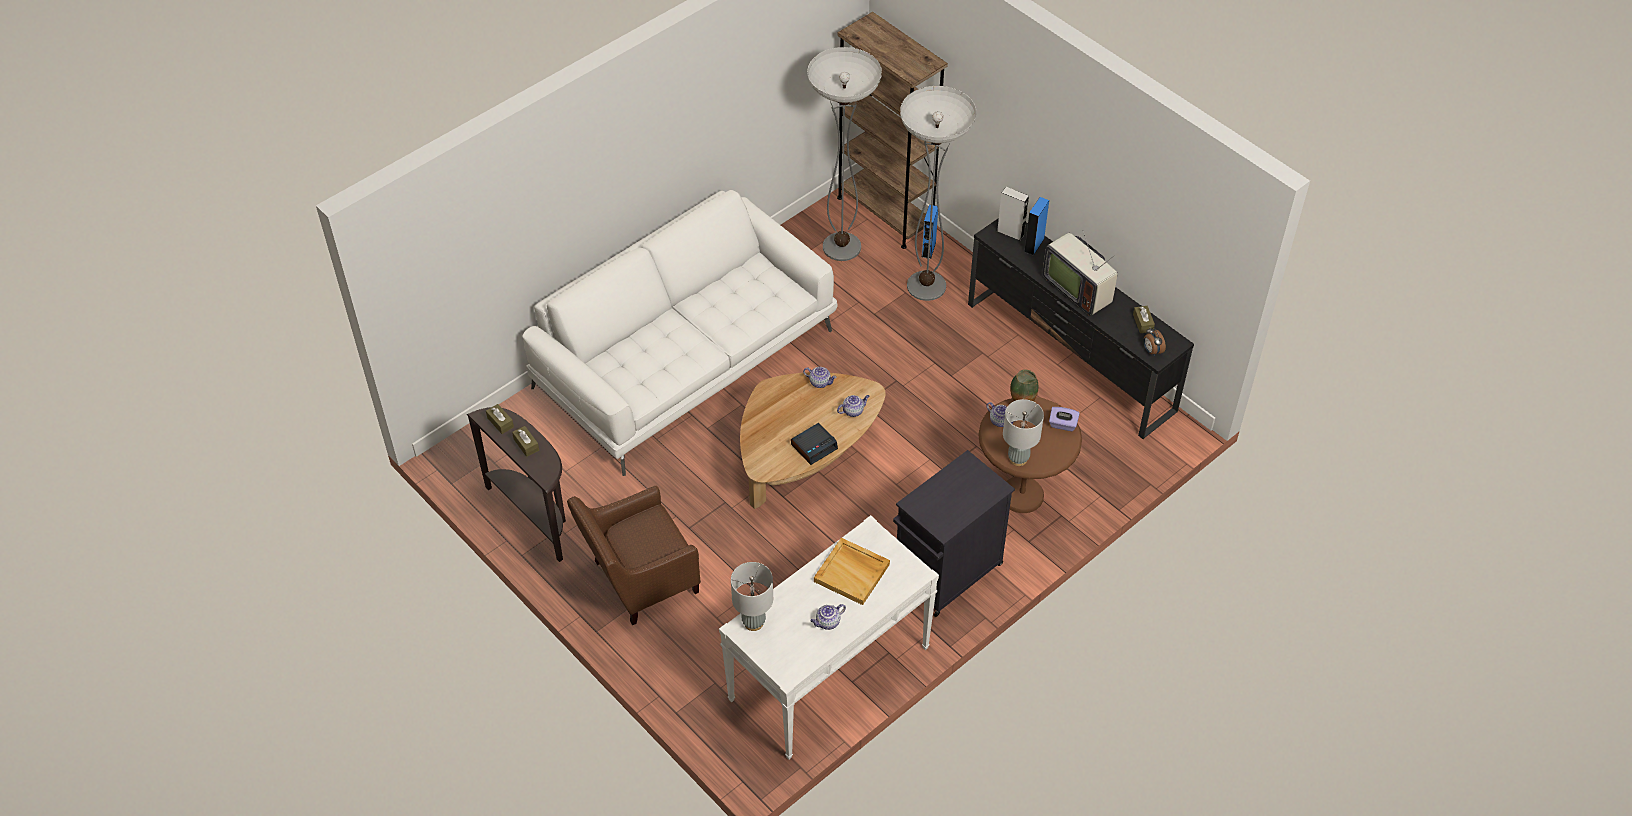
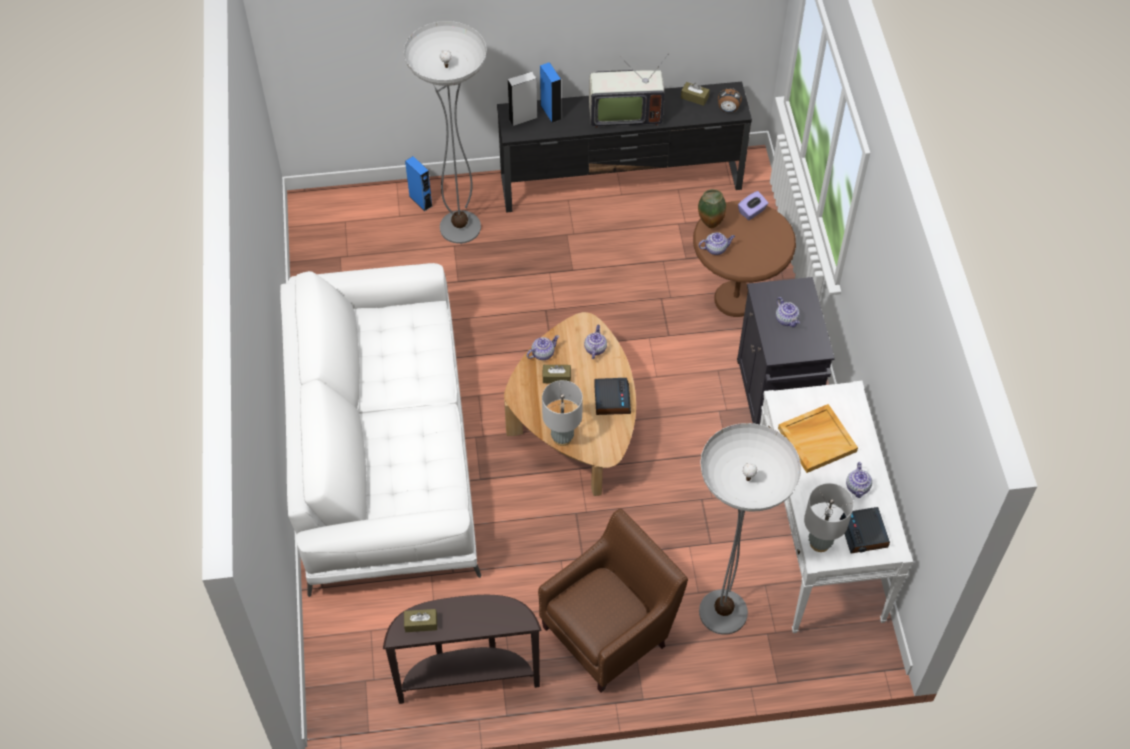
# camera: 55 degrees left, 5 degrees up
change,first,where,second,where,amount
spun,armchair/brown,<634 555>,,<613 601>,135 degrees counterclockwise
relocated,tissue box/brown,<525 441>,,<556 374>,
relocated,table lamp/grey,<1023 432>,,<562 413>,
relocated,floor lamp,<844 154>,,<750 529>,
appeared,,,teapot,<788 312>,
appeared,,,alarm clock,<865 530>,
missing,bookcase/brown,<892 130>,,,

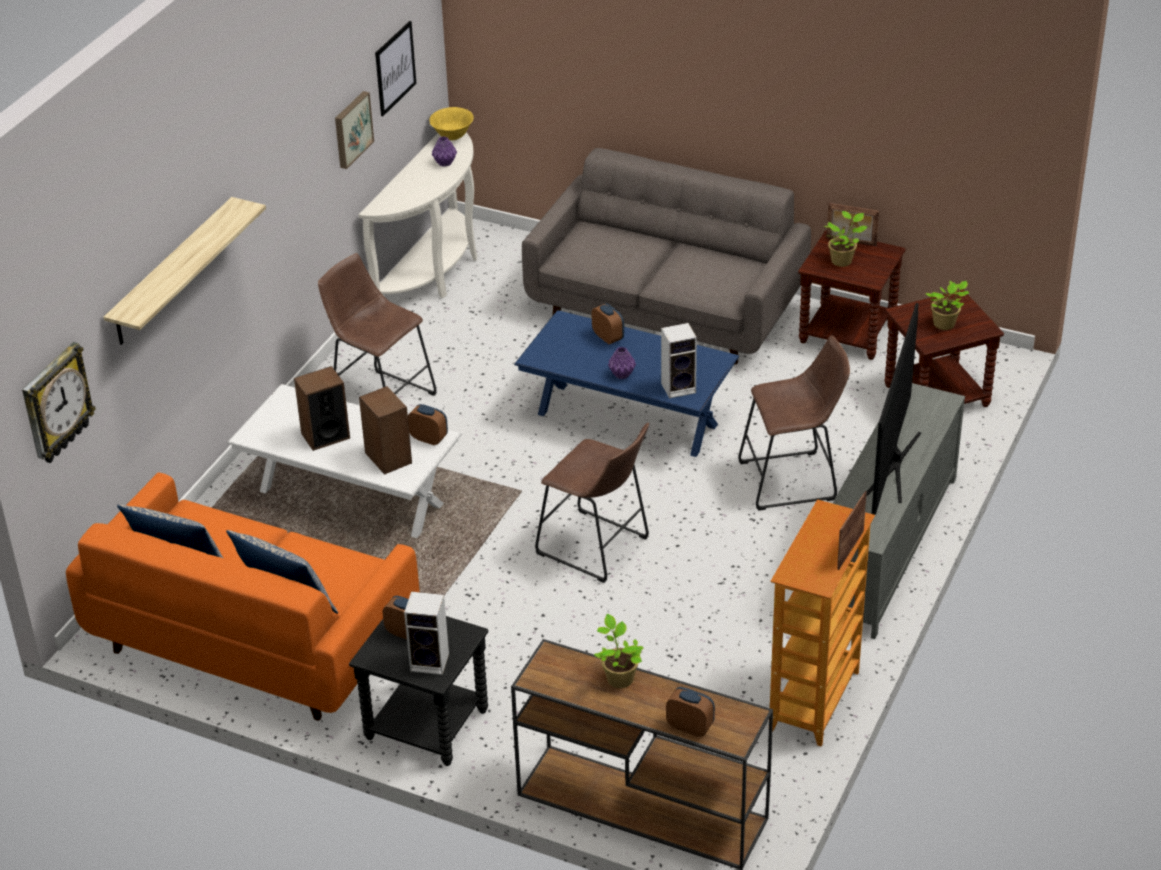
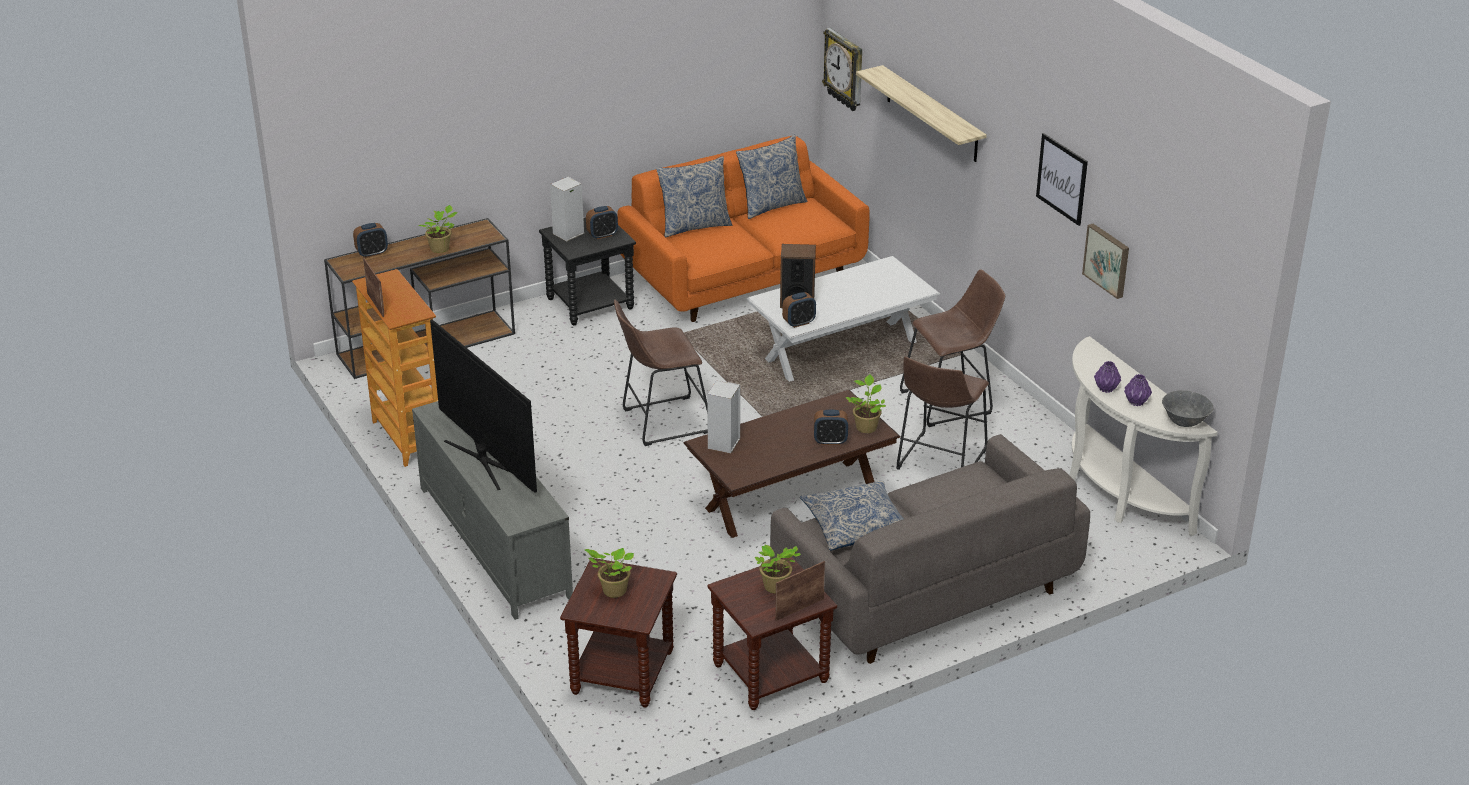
# camera: 125 degrees right, 5 degrees down
change,first,where,second,where,amount
colour,coffee table/blue,<626 383>,coffee table/brown,<792 464>,
appeared,,,pillow,<852 516>,
appeared,,,potted plant,<866 403>,
relocated,stool/brown,<794 423>,,<942 413>,
relocated,picture,<395 68>,,<1062 179>,
relocated,vase/purple,<622 363>,,<1107 377>,
colour,bowl/yellow,<451 123>,bowl/grey,<1188 408>,
missing,speaker,<322 408>,,,

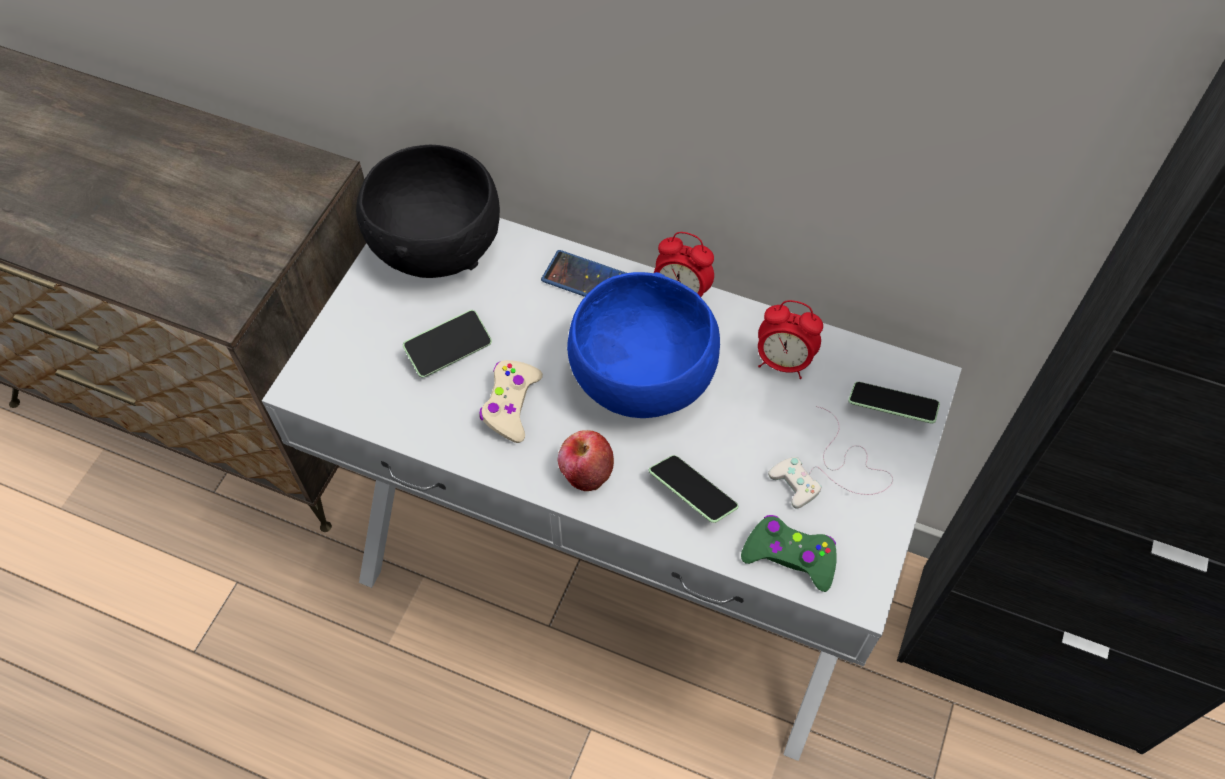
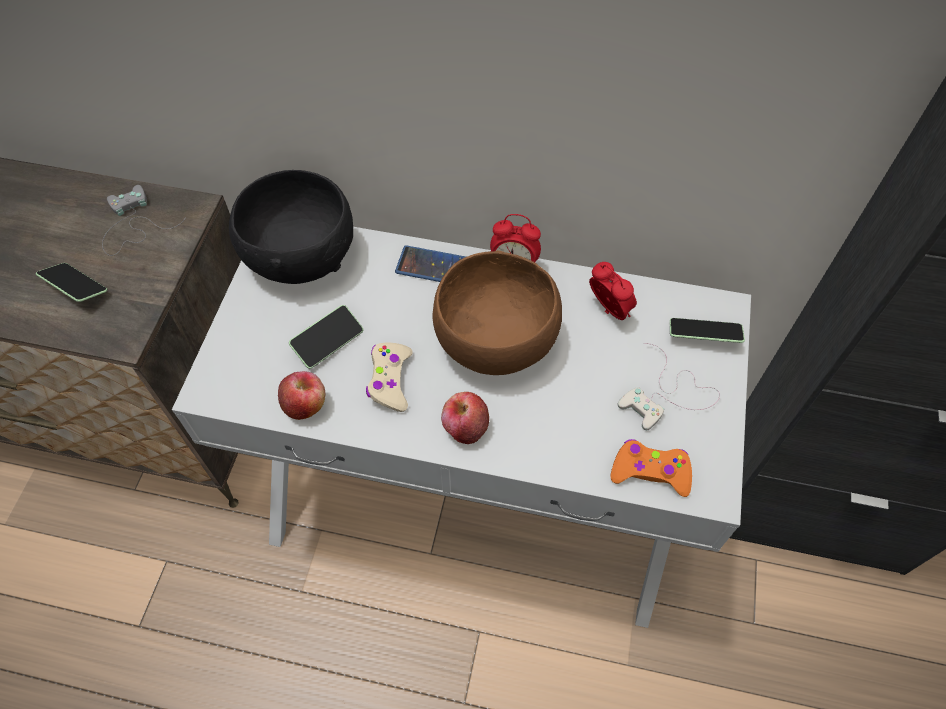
# camera: 10 degrees left, 0 degrees up
change,first,where,second,where,amount
relocated,phone,<694 489>,,<71 282>,
appeared,,,game controller/grey,<144 220>,
appeared,,,apple,<301 395>,
colour,bowl/blue,<643 345>,bowl/brown,<497 312>,
spun,alarm clock,<790 339>,,<613 291>,135 degrees counterclockwise
colour,game controller/green,<789 553>,game controller/orange,<651 468>,

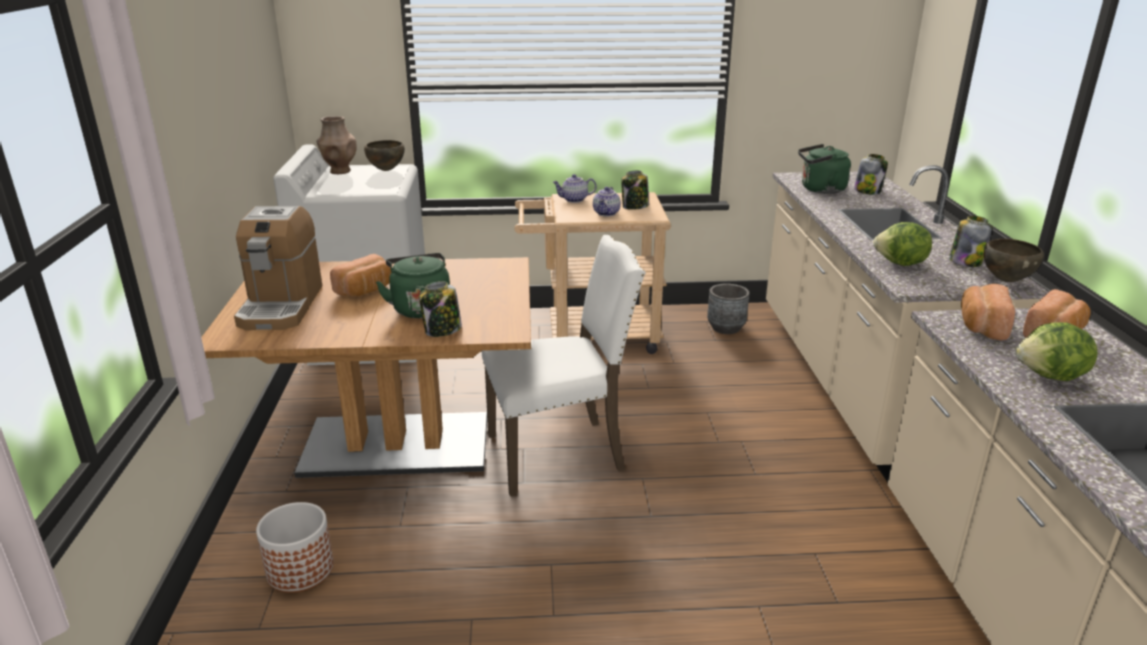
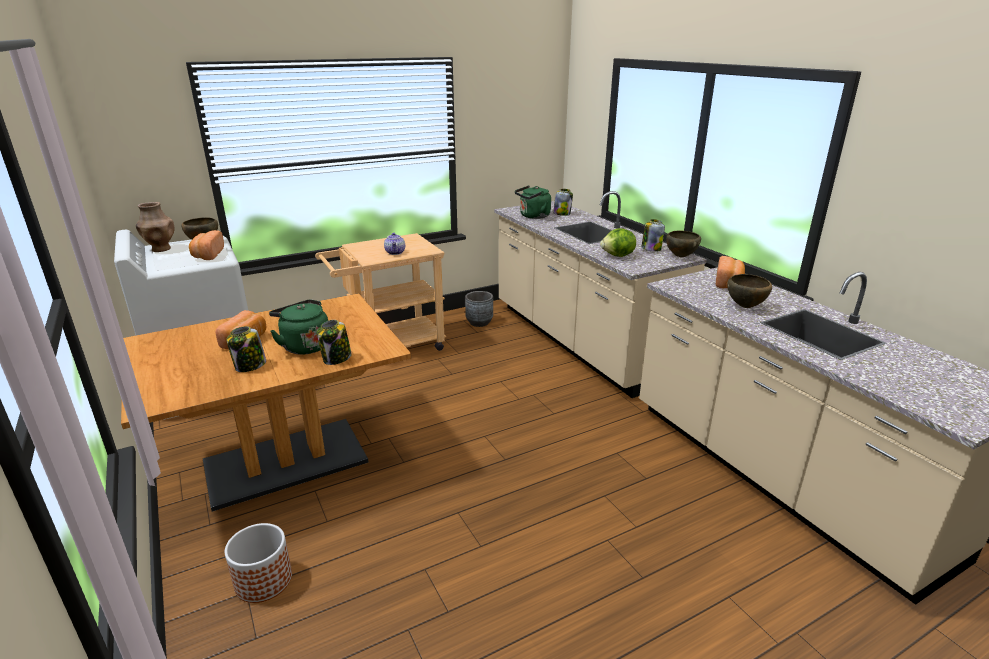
# camera: 25 degrees left, 0 degrees up
change,first,where,second,where,amount
relocated,bread,<988 312>,,<206 245>,
relocated,jar,<635 190>,,<246 349>,
exchanged,lettuce,<1056 351>,bowl/brown,<749 291>,
missing,coffee machine,<278 268>,,,
missing,chair/white,<564 366>,,,
missing,teapot,<574 188>,,,

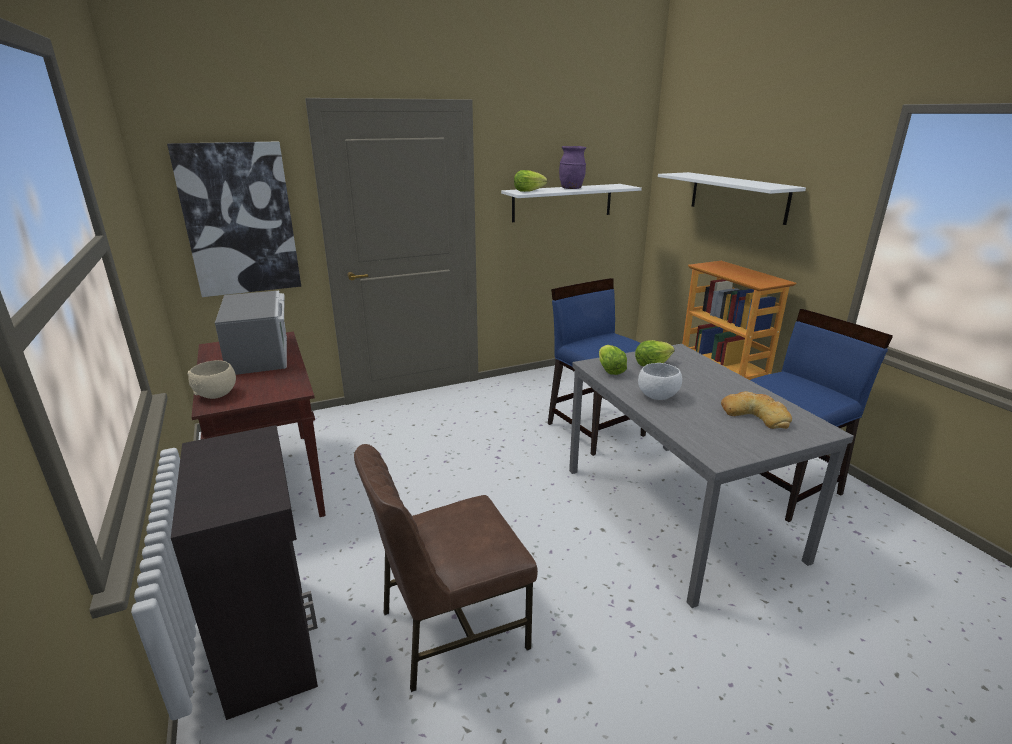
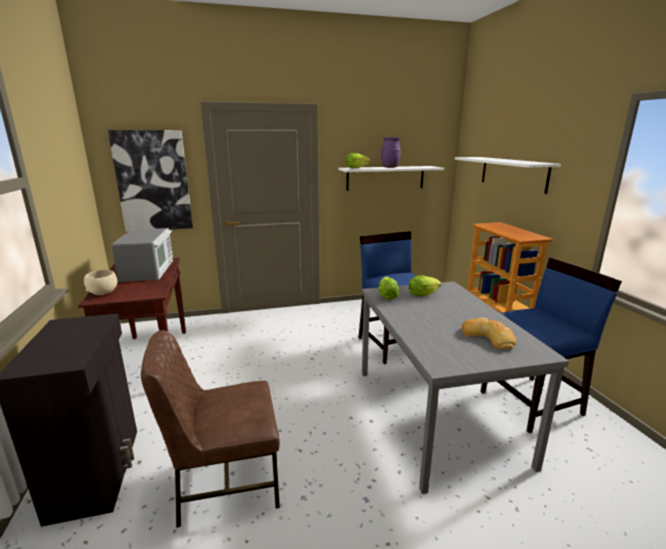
# camera: 10 degrees right, 5 degrees down
change,first,where,second,where,amount
missing,bowl/white,<660 381>,,,

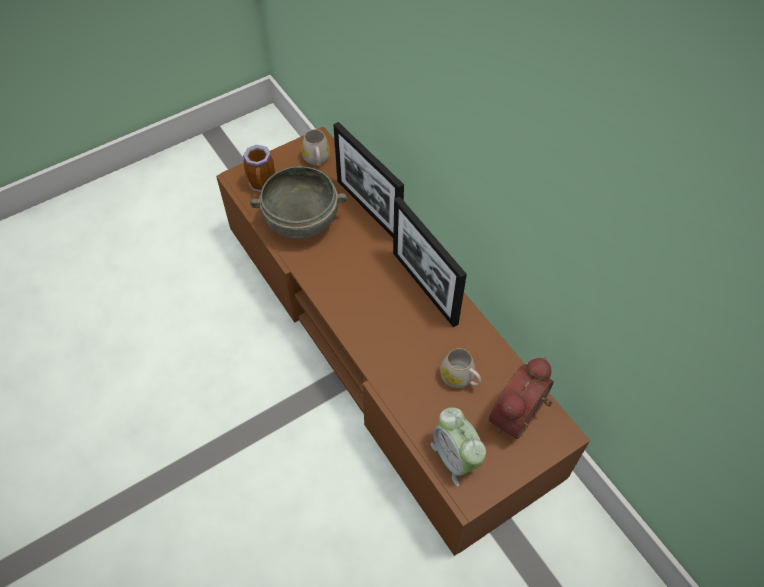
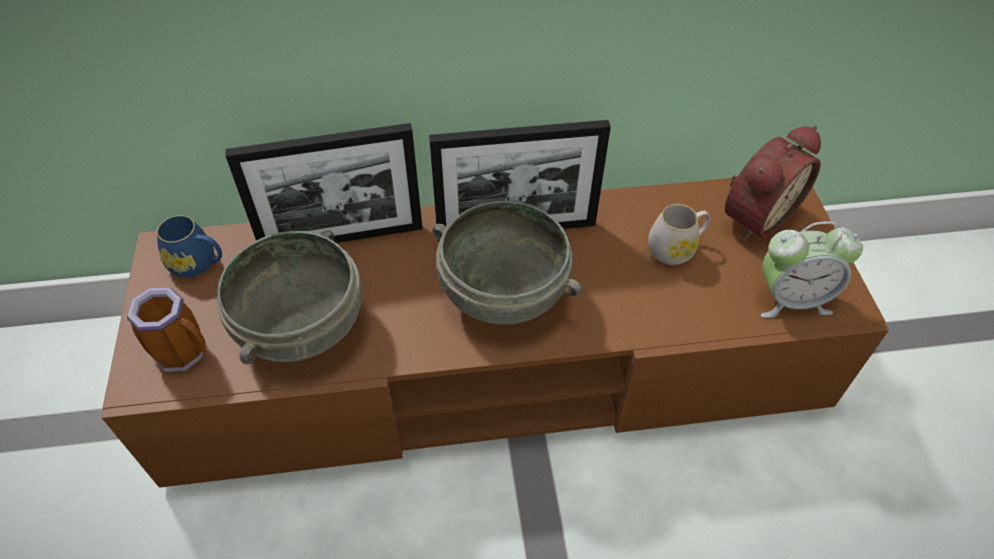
# camera: 65 degrees left, 5 degrees down
change,first,where,second,where,amount
colour,mug/white,<316 147>,mug/blue,<189 246>,
appeared,,,bowl/grey,<507 263>,
spun,alarm clock,<521 398>,,<773 183>,105 degrees counterclockwise

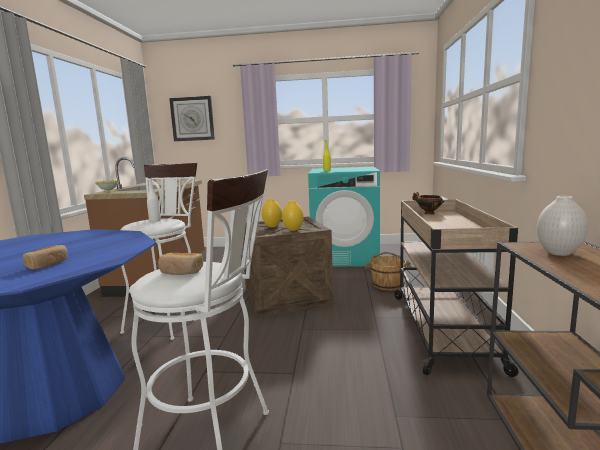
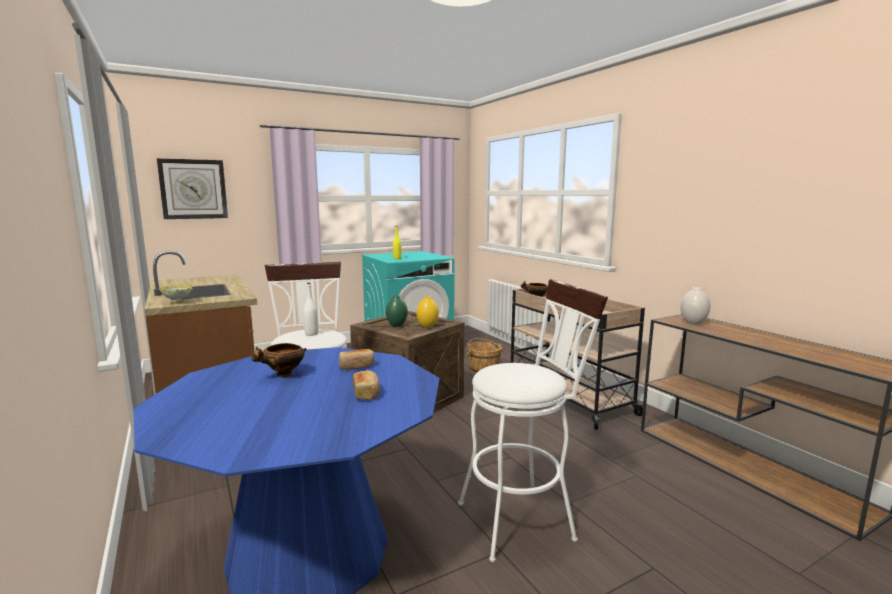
# camera: 35 degrees left, 0 degrees up
change,first,where,second,where,amount
appeared,,,bowl,<279 360>,
relocated,bread,<180 264>,,<356 359>,
colour,vase/yellow,<272 212>,vase/green,<396 311>,

